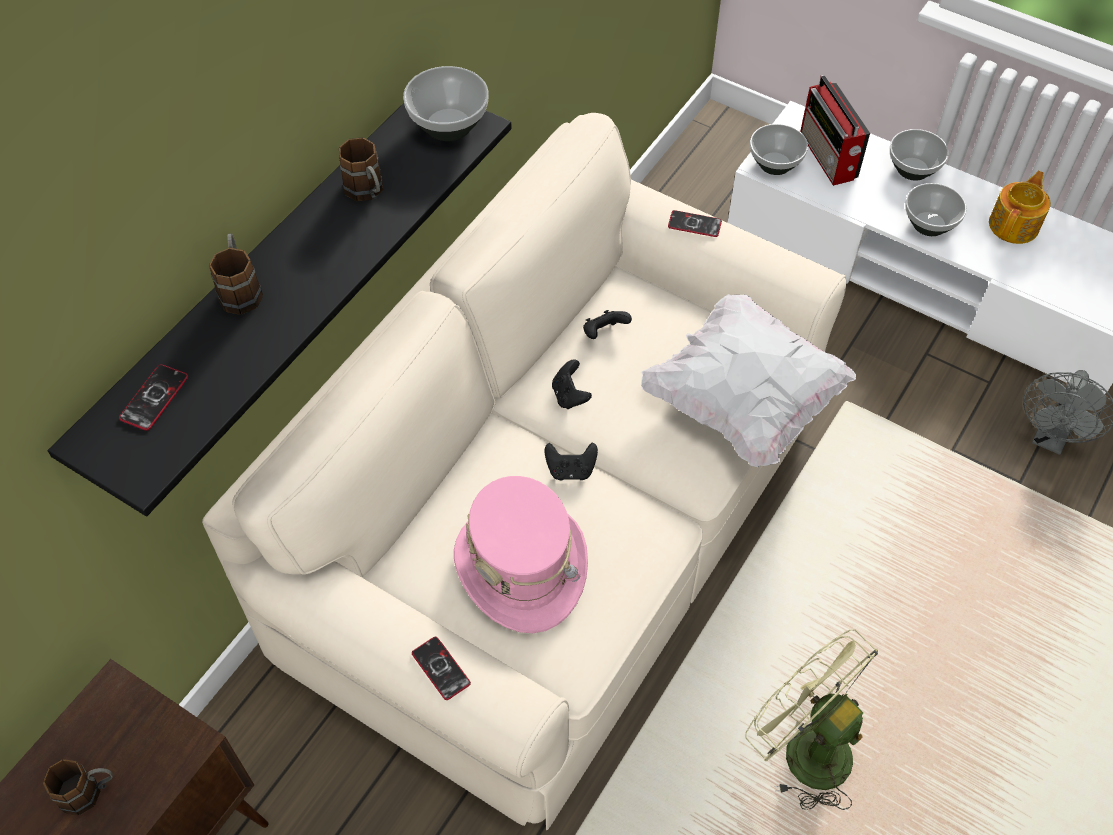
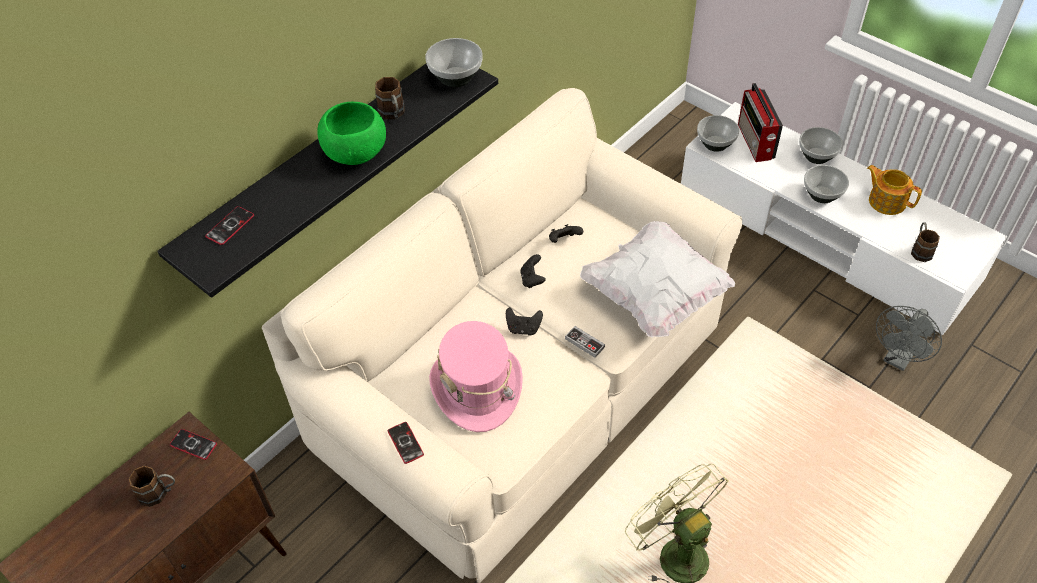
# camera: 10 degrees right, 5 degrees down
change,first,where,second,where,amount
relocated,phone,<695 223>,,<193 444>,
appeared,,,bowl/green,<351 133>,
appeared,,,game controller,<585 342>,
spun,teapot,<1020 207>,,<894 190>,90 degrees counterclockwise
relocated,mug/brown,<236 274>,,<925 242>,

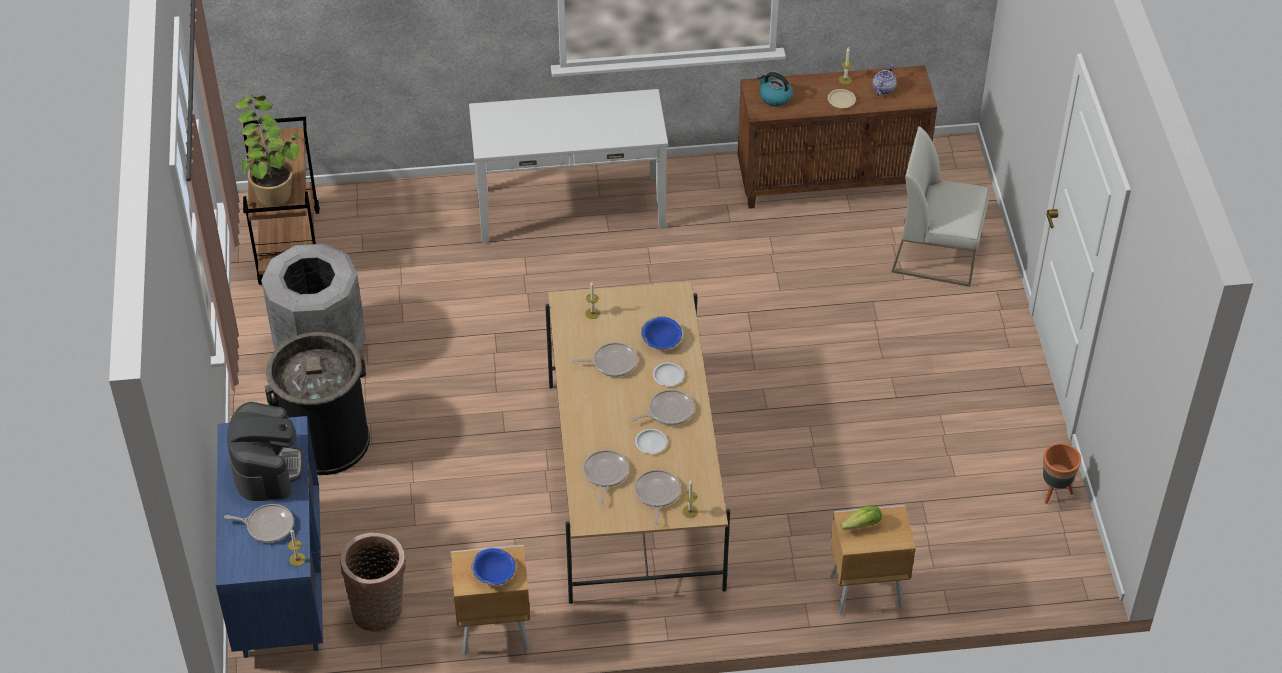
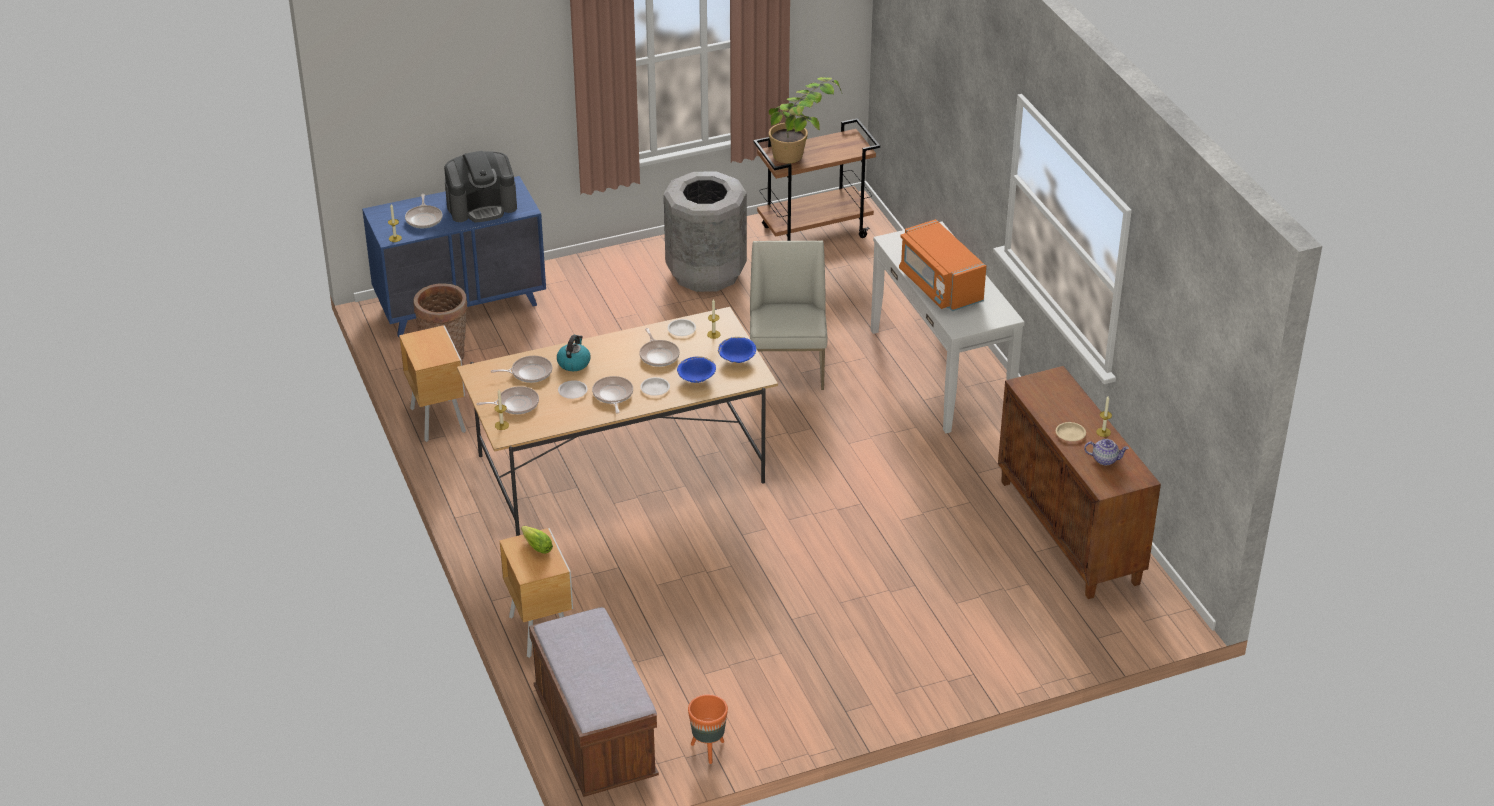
# camera: 75 degrees right, 10 degrees down
change,first,where,second,where,amount
appeared,,,bench/brown,<594 702>,
relocated,kettle,<775 89>,,<574 353>,
spun,frying pan,<662 407>,,<612 395>,150 degrees counterclockwise
appeared,,,plate/white,<682 327>,
relocated,bowl/blue,<493 566>,,<737 350>,
relocated,chair/white,<941 206>,,<789 315>,
appeared,,,microwave/orange,<942 265>,
missing,trash can/black,<317 403>,,,

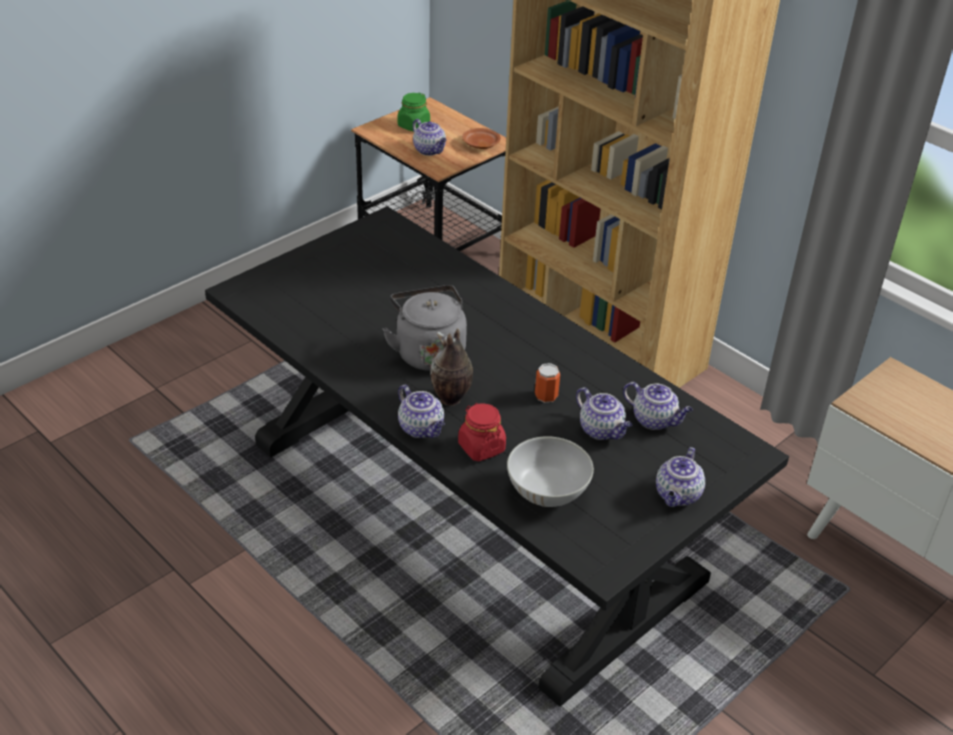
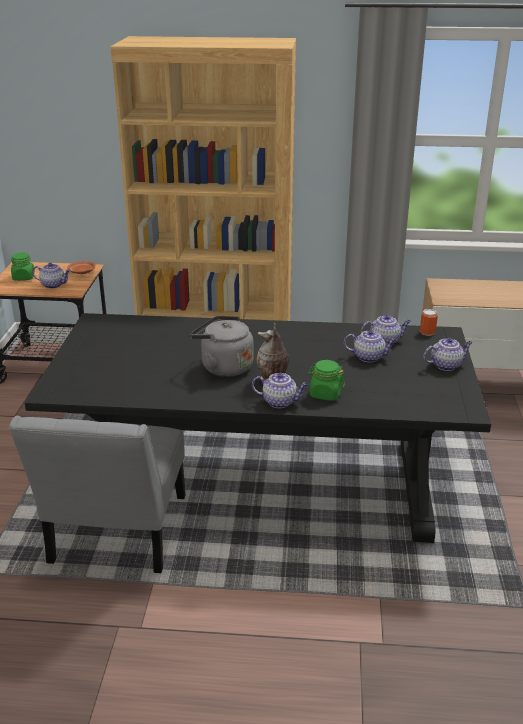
# camera: 40 degrees left, 10 degrees down
change,first,where,second,where,amount
appeared,,,chair/grey,<97 494>,
colour,jar/red,<482 432>,jar/green,<326 380>,
relocated,can,<547 383>,,<429 322>,
spun,teapot,<680 477>,,<448 354>,90 degrees counterclockwise
missing,bowl/white,<550 471>,,,

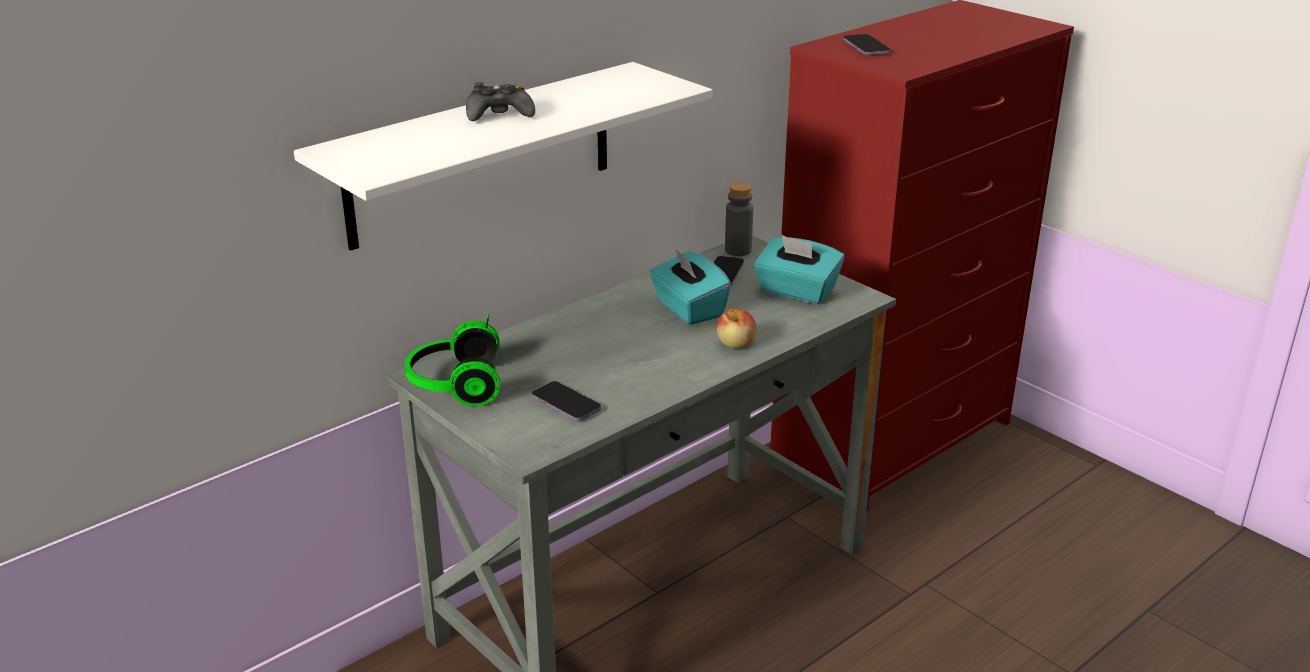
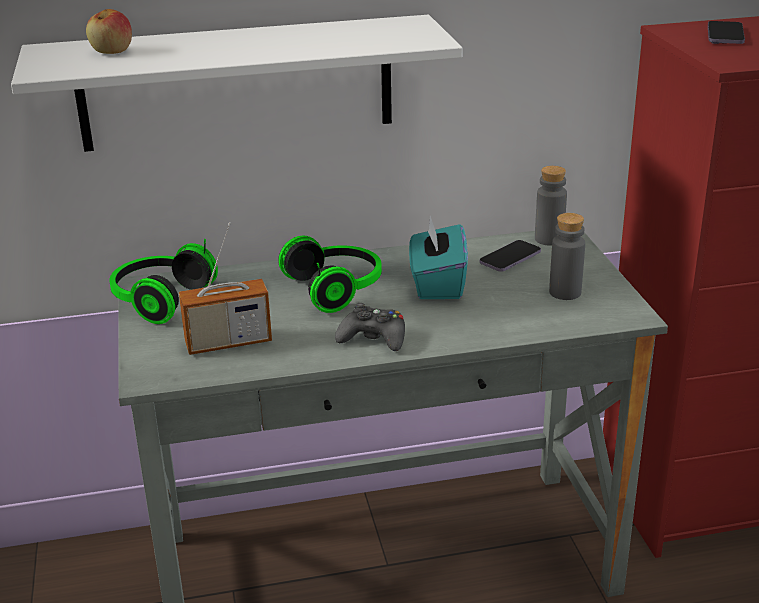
# camera: 30 degrees right, 0 degrees up
change,first,where,second,where,amount
relocated,apple,<737 328>,,<109 31>,
exchanged,phone,<566 401>,radio,<225 288>,
appeared,,,headphones,<330 274>,
relocated,game controller/black,<500 101>,,<370 327>,
exchanged,tissue box/turquoise,<799 269>,bottle/grey,<567 256>,

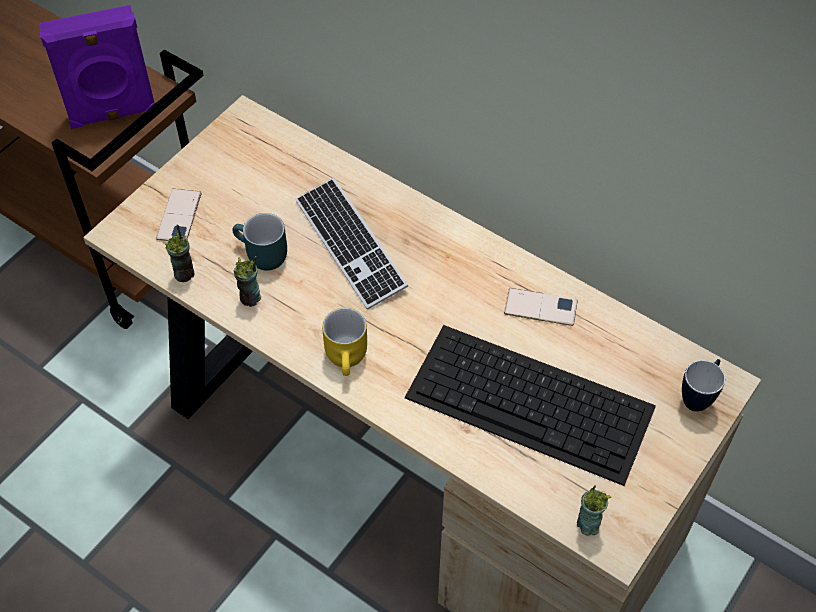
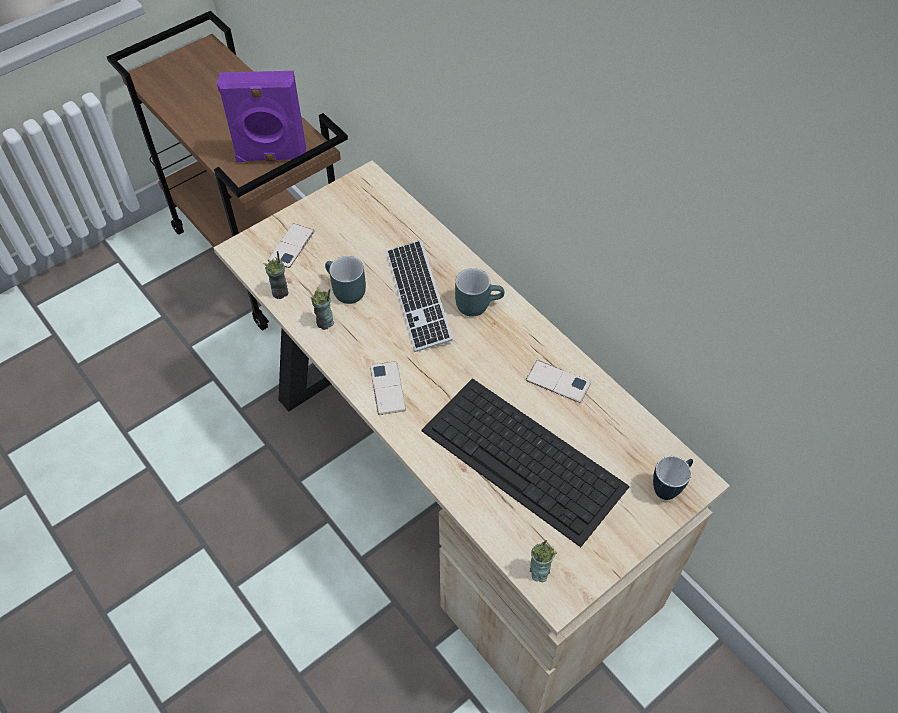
# camera: 15 degrees right, 0 degrees up
change,first,where,second,where,amount
exchanged,mug/yellow,<344 342>,phone,<388 388>,
appeared,,,mug/turquoise,<480 292>,

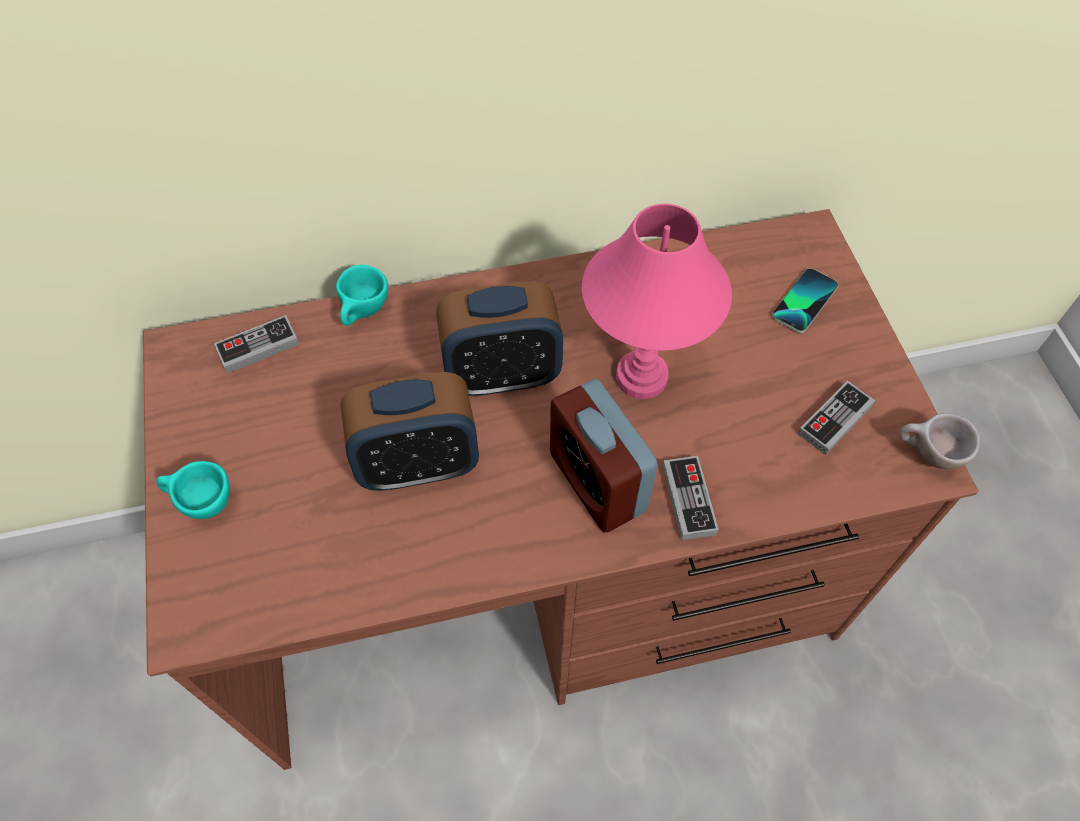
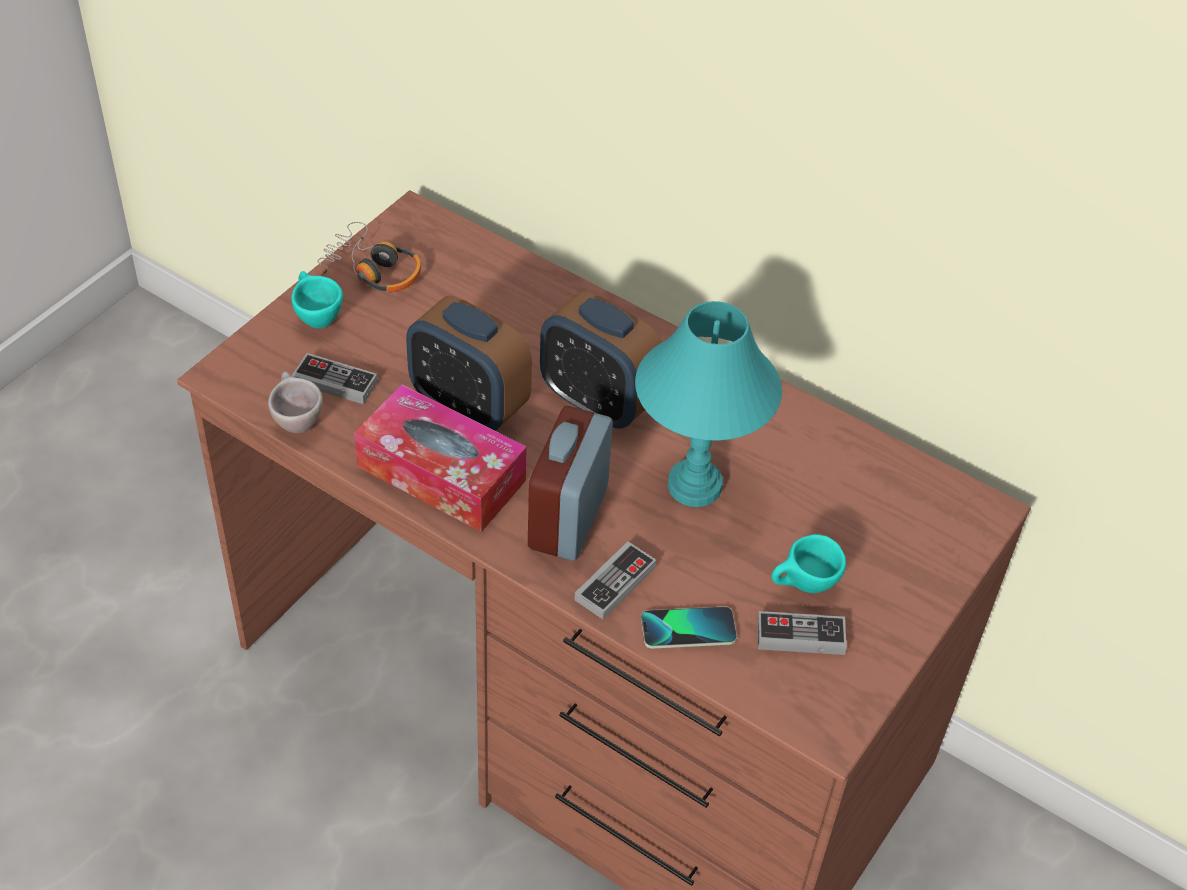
# camera: 45 degrees right, 10 degrees down
change,first,where,second,where,amount
relocated,cup/beige,<939 441>,,<295 402>,
relocated,game controller,<257 344>,,<335 378>,
appeared,,,headphones,<369 257>,
appeared,,,tissue box,<440 458>,
colour,table lamp/pink,<657 301>,table lamp/turquoise,<708 404>,
relocated,phone,<805 300>,,<689 628>,
relocated,cup/turquoise,<362 295>,,<808 563>,

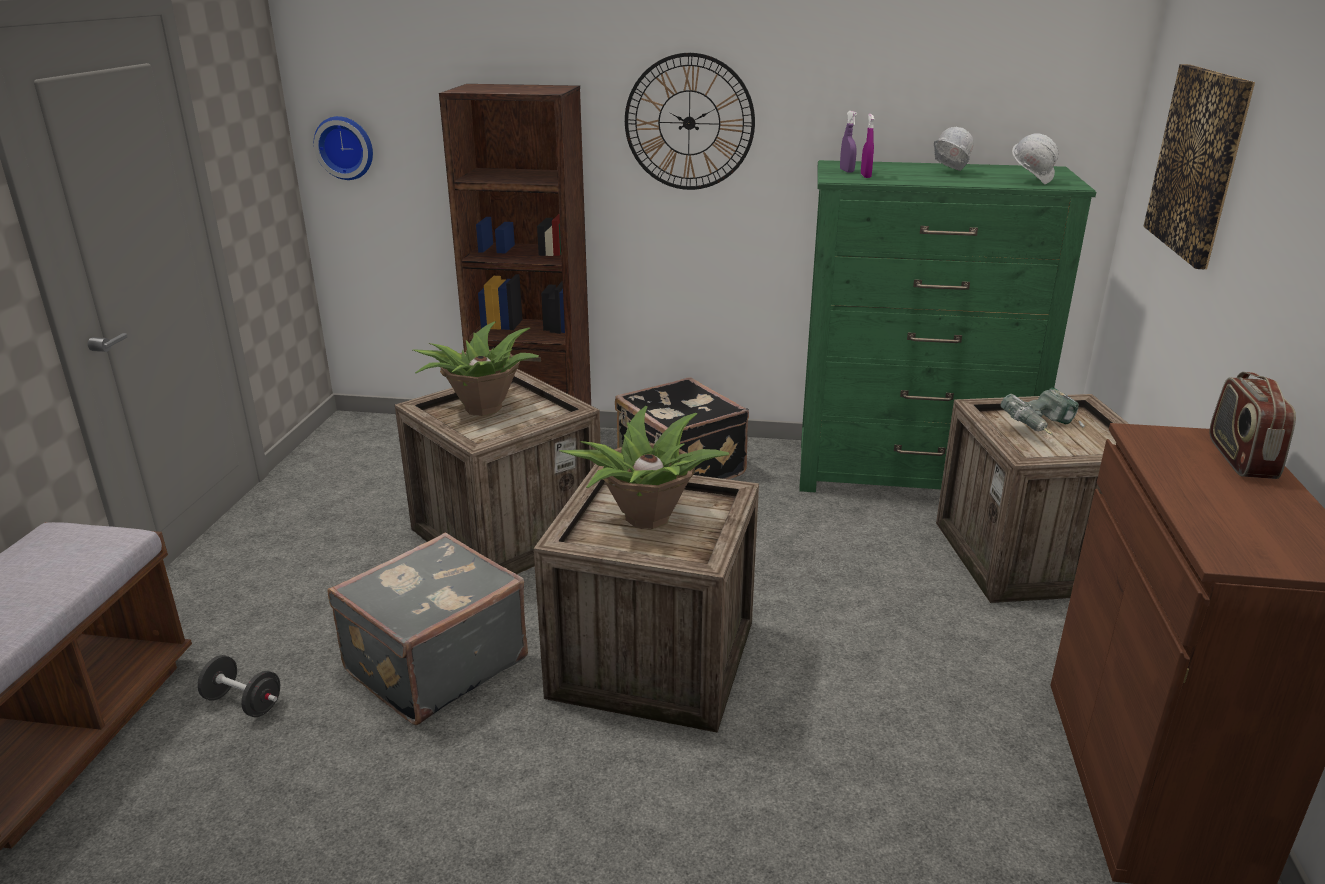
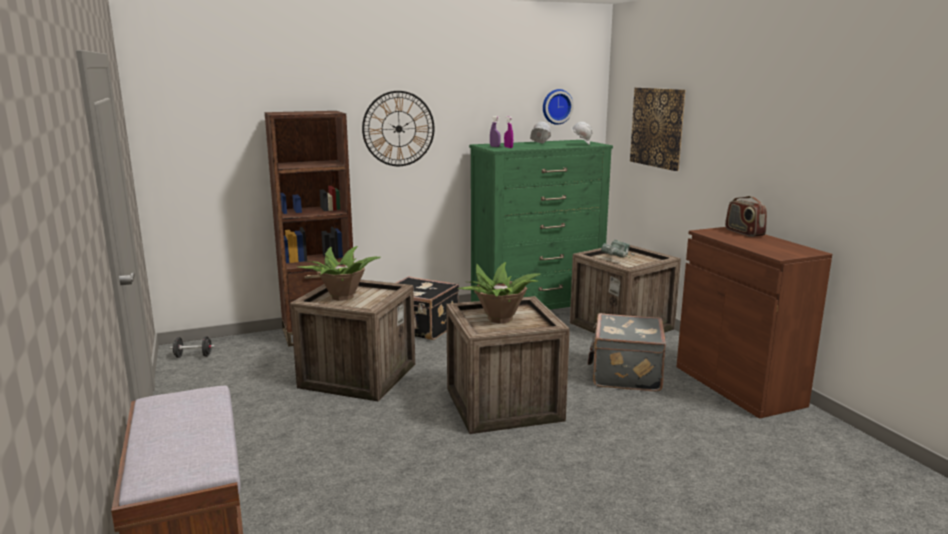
# camera: 30 degrees left, 10 degrees down
change,first,where,second,where,amount
relocated,dumbbell/black,<238 686>,,<192 347>,
relocated,wall clock,<343 148>,,<558 107>,
relocated,suitcase/grey,<428 629>,,<626 352>,

